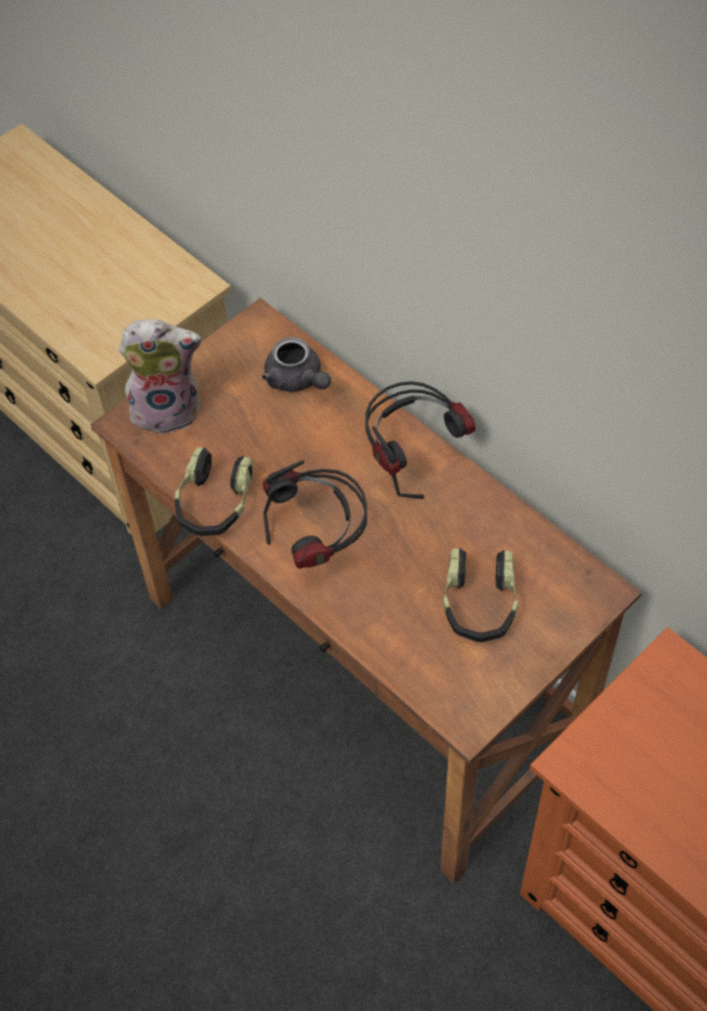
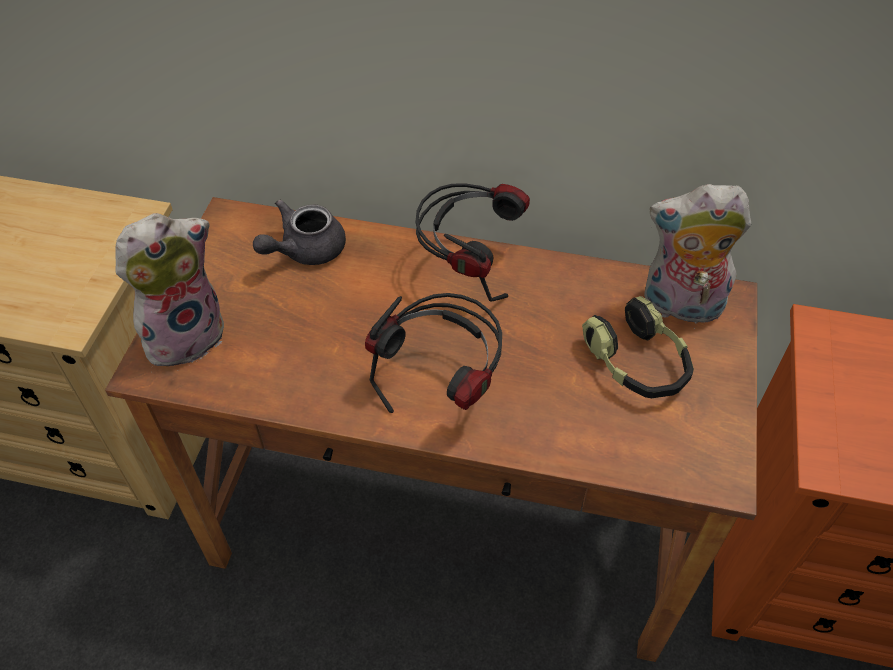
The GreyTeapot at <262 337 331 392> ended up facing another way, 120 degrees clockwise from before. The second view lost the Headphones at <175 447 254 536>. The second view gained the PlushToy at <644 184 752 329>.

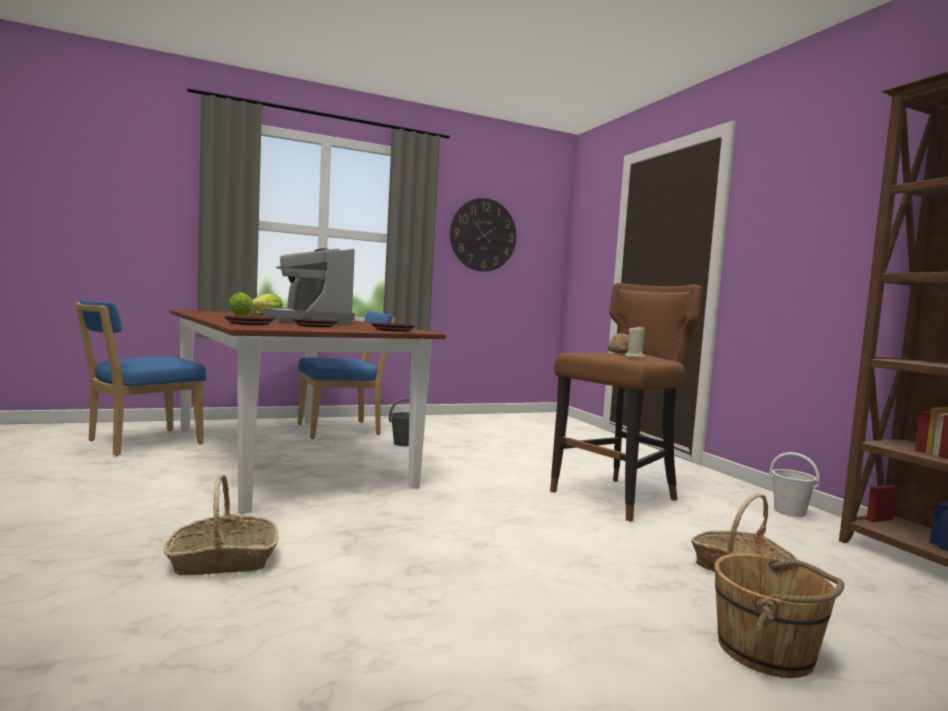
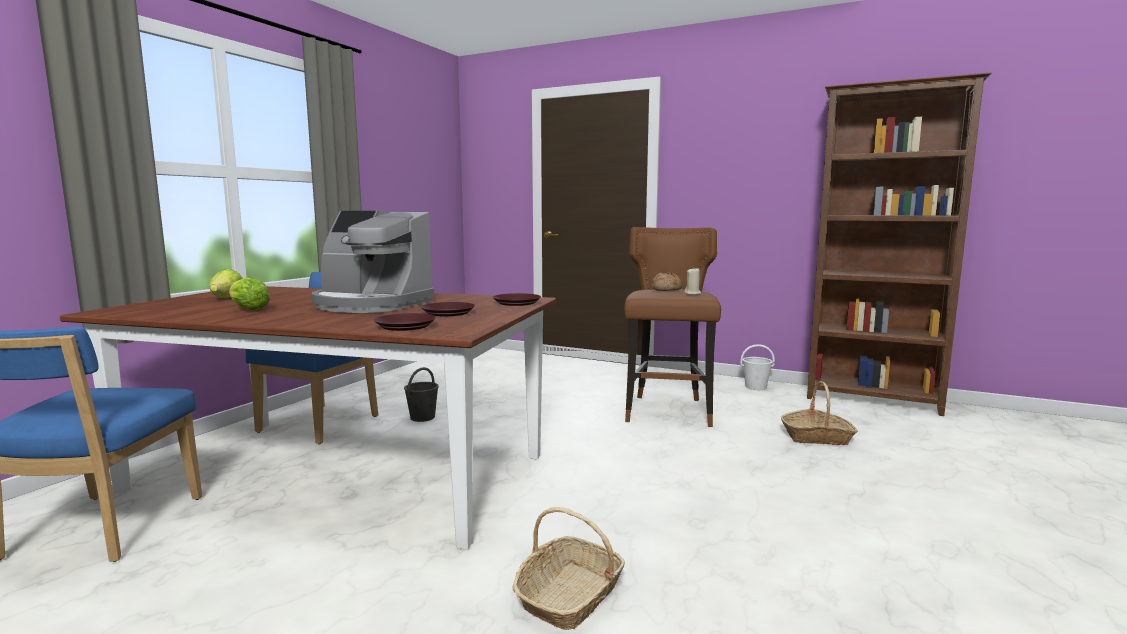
The second view lost the WallClock at <450 198 516 272>. The second view lost the BrownBucket at <714 554 844 678>.

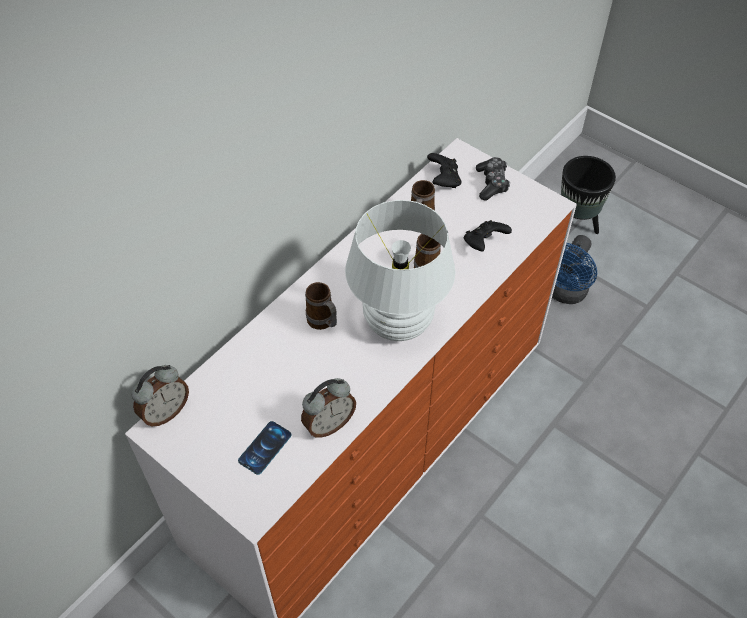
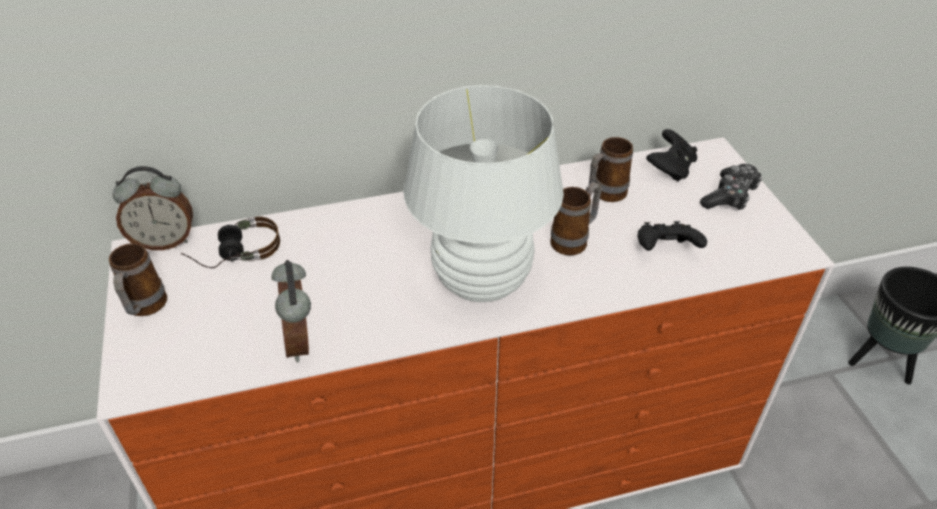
The second view lost the BlueFan at <552 235 597 304>. The Mug ended up elsewhere, having gone from <305 282 337 330> to <109 243 167 316>. The AlarmClock at <301 378 356 438> ended up facing another way, 75 degrees clockwise from before. The second view lost the Phone at <238 421 292 475>. The second view gained the Headphones at <181 217 280 268>.

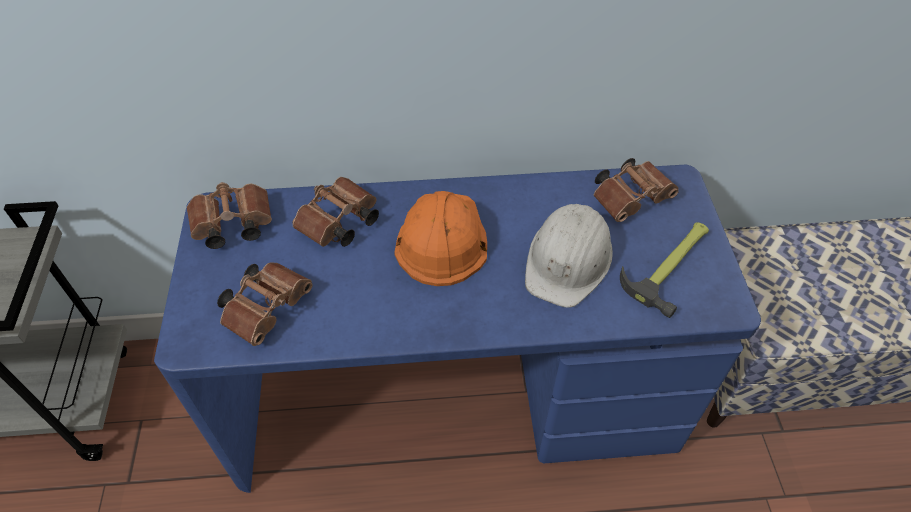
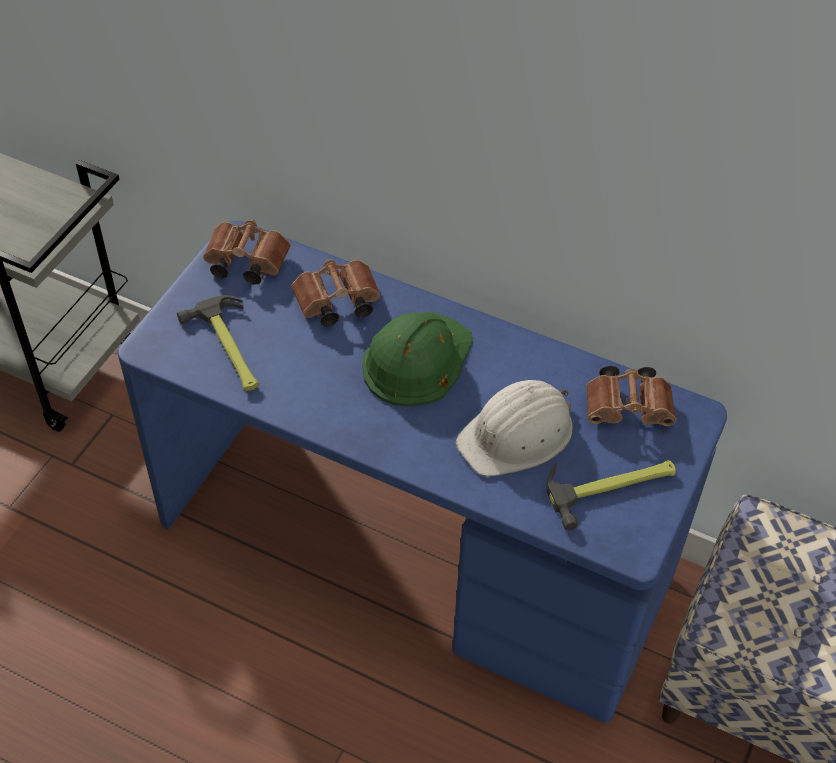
What was the OrangeHardHat at <394 191 487 286> turned into the GreenHardHat at <362 312 473 407>. Where the BrownBinoculars stood at <217 263 313 346>, the Hammer came to stand at <177 295 259 391>.

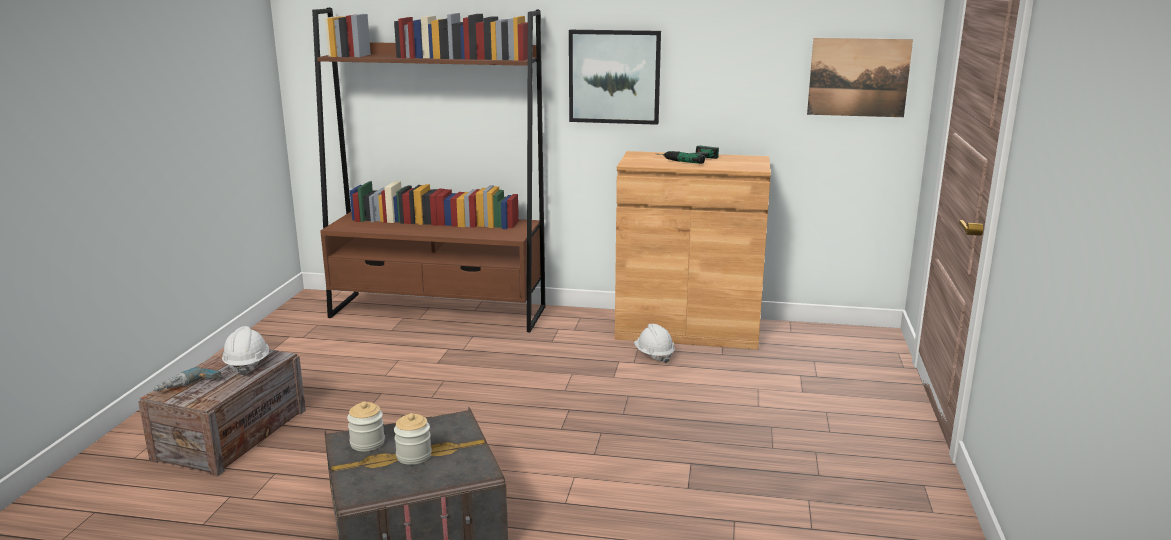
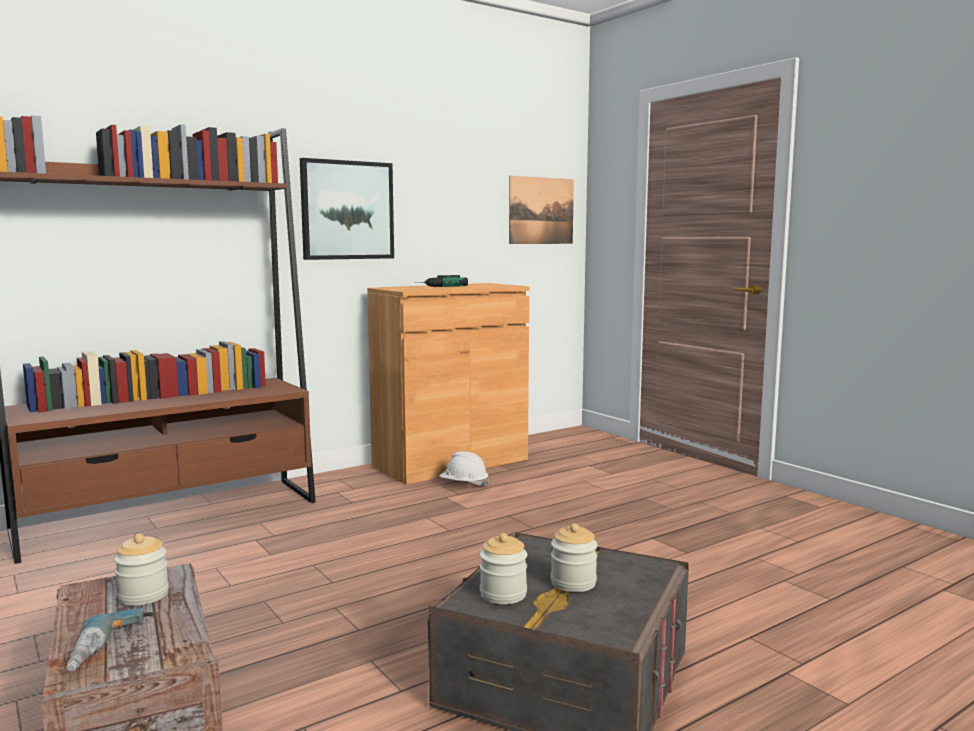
Where the WhiteHardHat stood at <222 326 269 376>, the Jar came to stand at <114 534 169 606>.

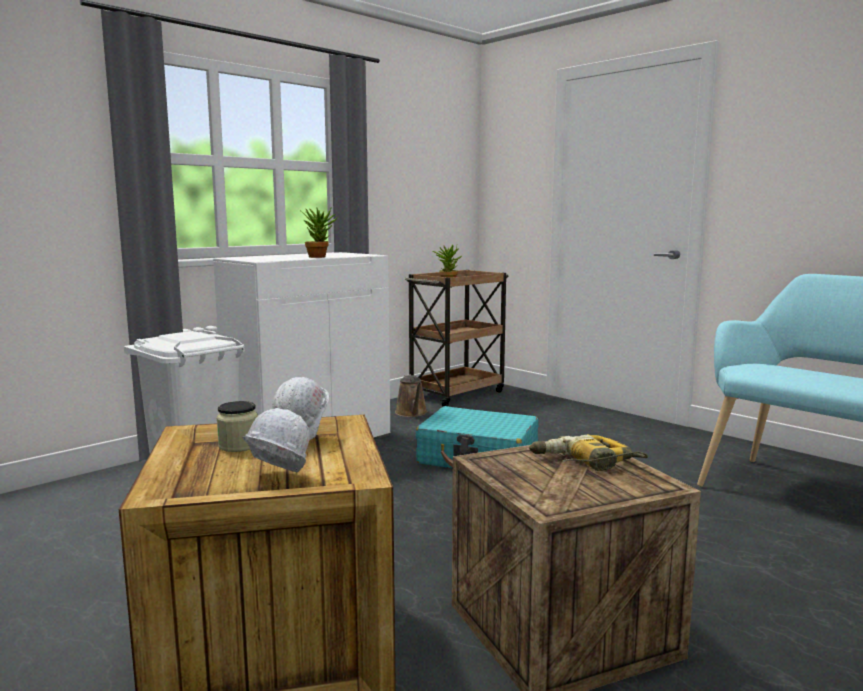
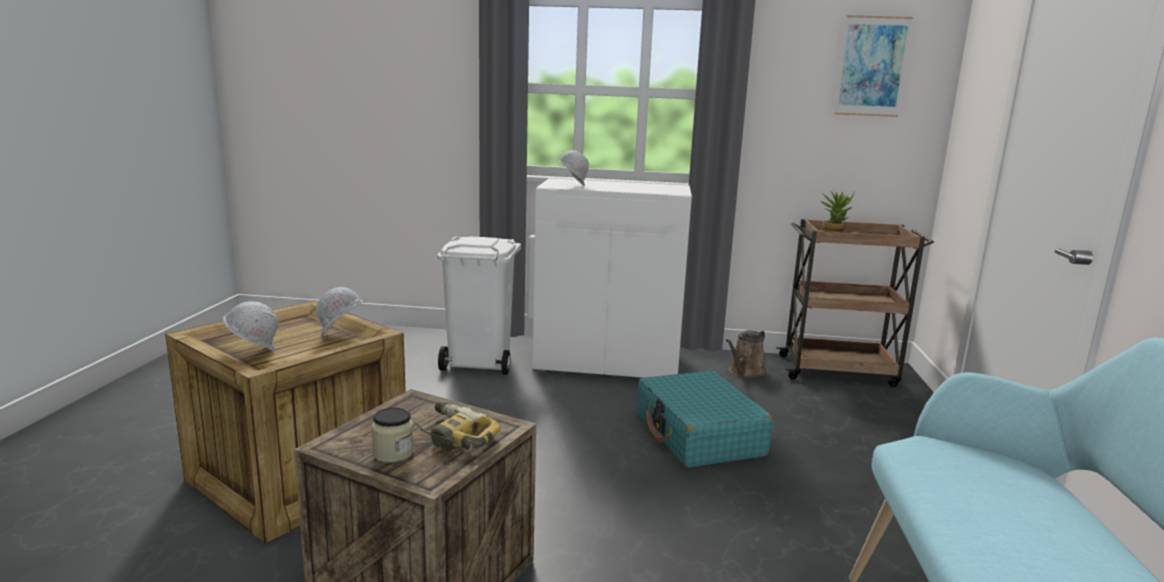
The second view lost the PottedPlant at <299 208 338 258>. The Jar ended up elsewhere, having gone from <217 401 258 452> to <372 408 414 463>. The second view gained the Picture at <834 15 913 117>. The second view gained the WhiteHardHat at <557 150 589 187>.

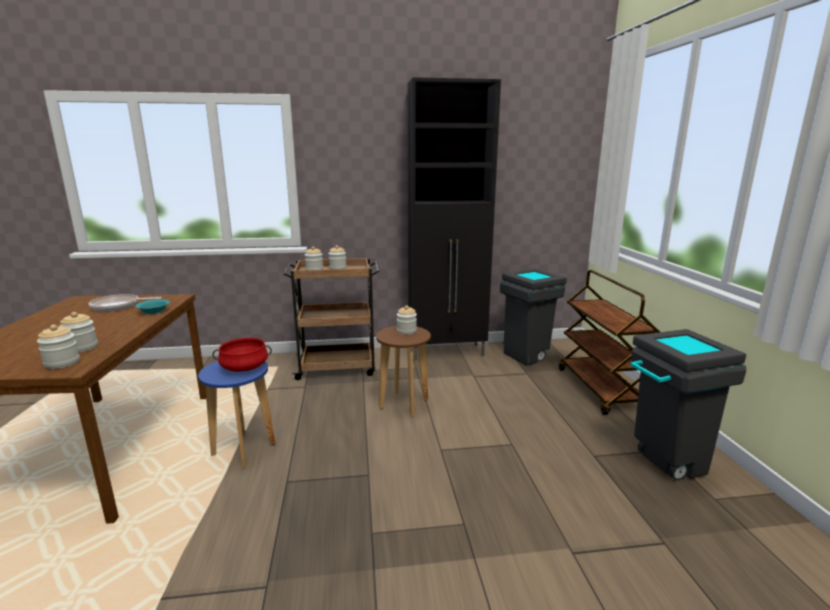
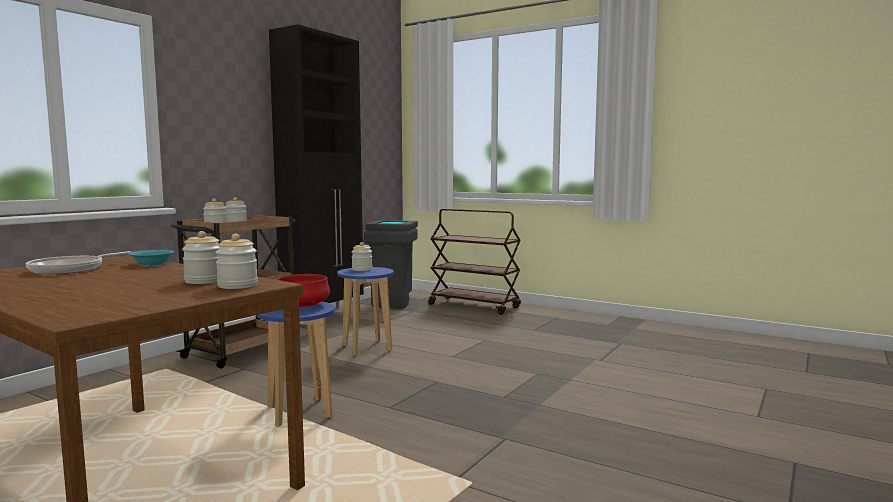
What was the BrownStool at <376 326 431 416> turned into the BlueStool at <337 267 394 356>. The second view lost the GreyTrashCan at <630 329 746 480>.

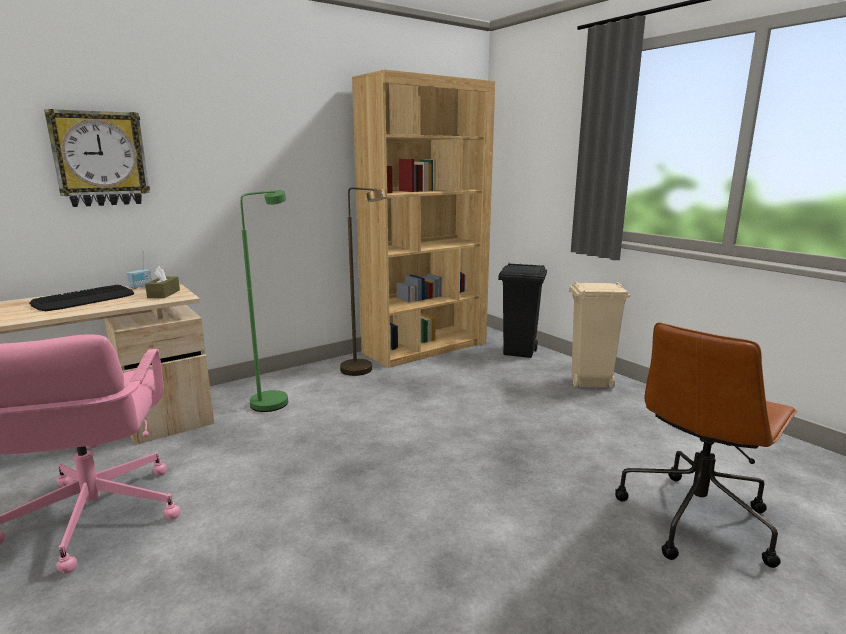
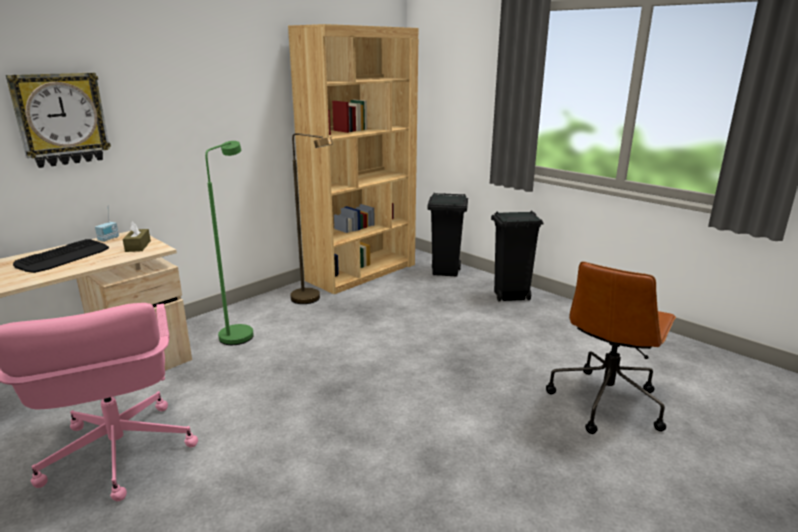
What was the BeigeTrashCan at <569 282 630 388> turned into the BlackTrashCan at <491 211 544 302>.

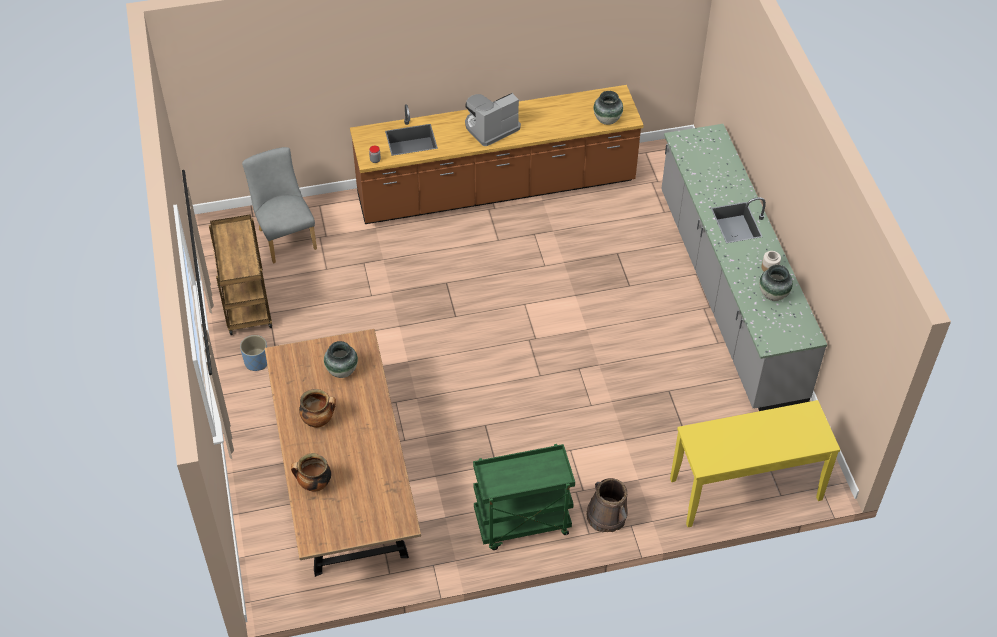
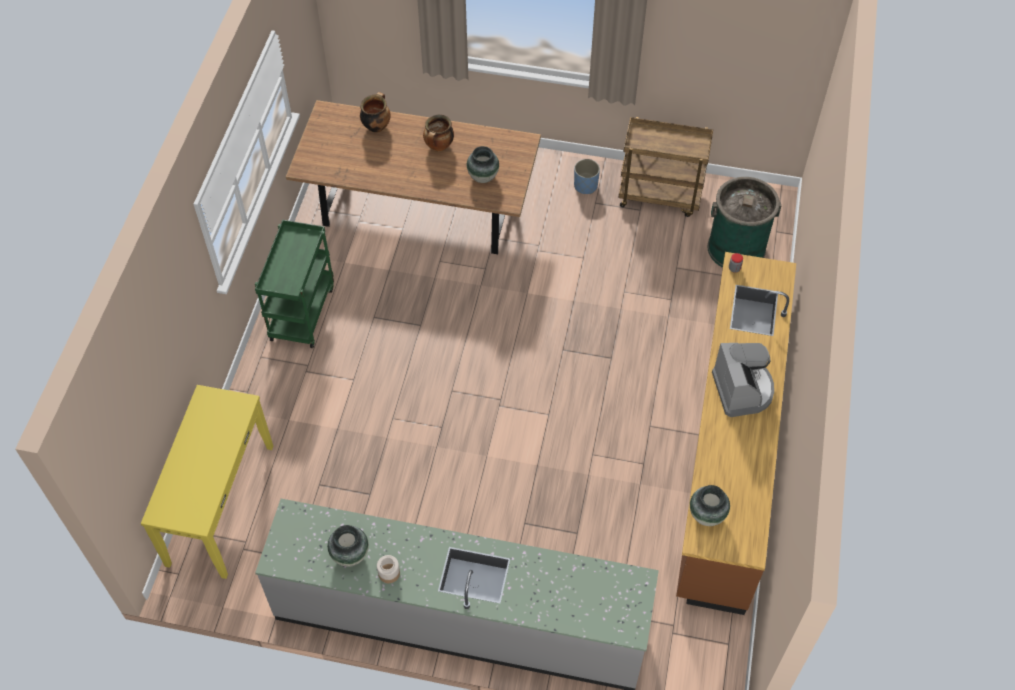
Where the GreyChair stood at <242 147 317 264>, the GreenTrashCan came to stand at <707 177 781 268>. The second view lost the BrownBucket at <587 478 628 532>.

